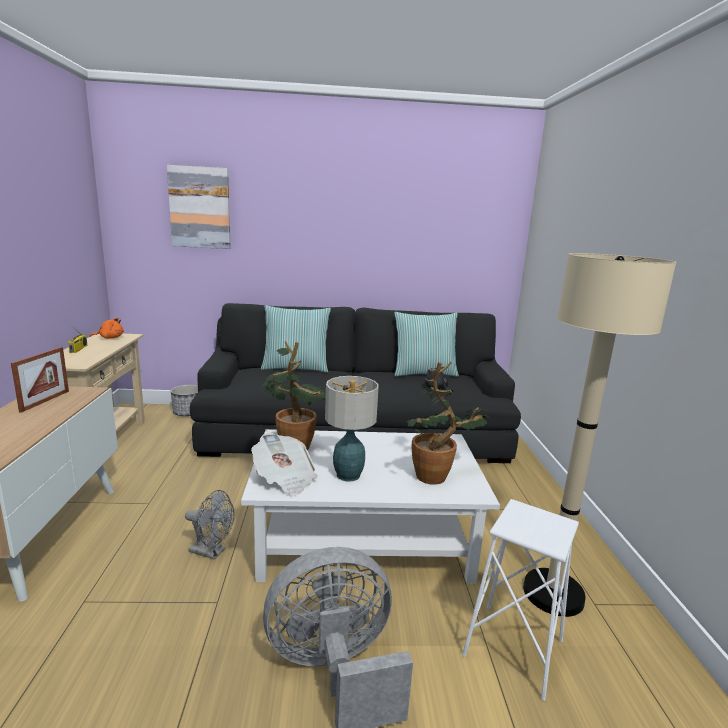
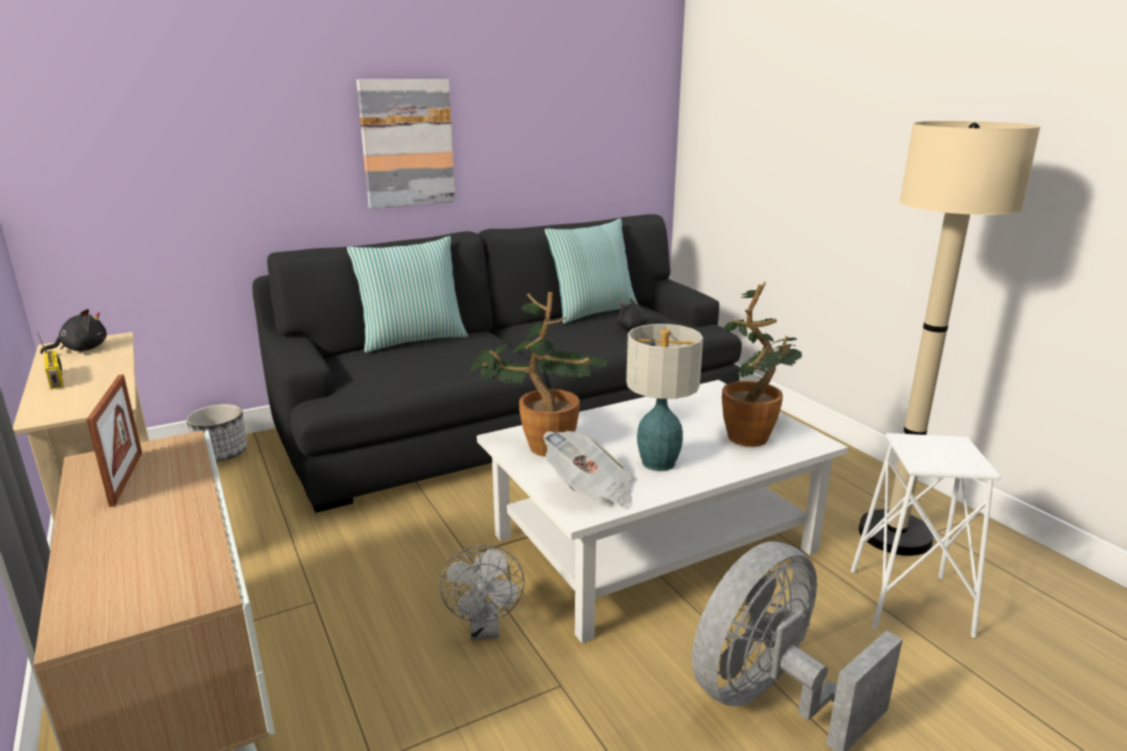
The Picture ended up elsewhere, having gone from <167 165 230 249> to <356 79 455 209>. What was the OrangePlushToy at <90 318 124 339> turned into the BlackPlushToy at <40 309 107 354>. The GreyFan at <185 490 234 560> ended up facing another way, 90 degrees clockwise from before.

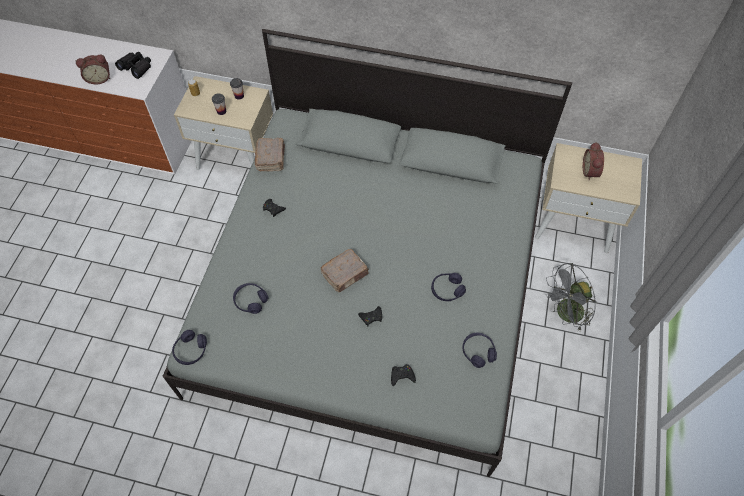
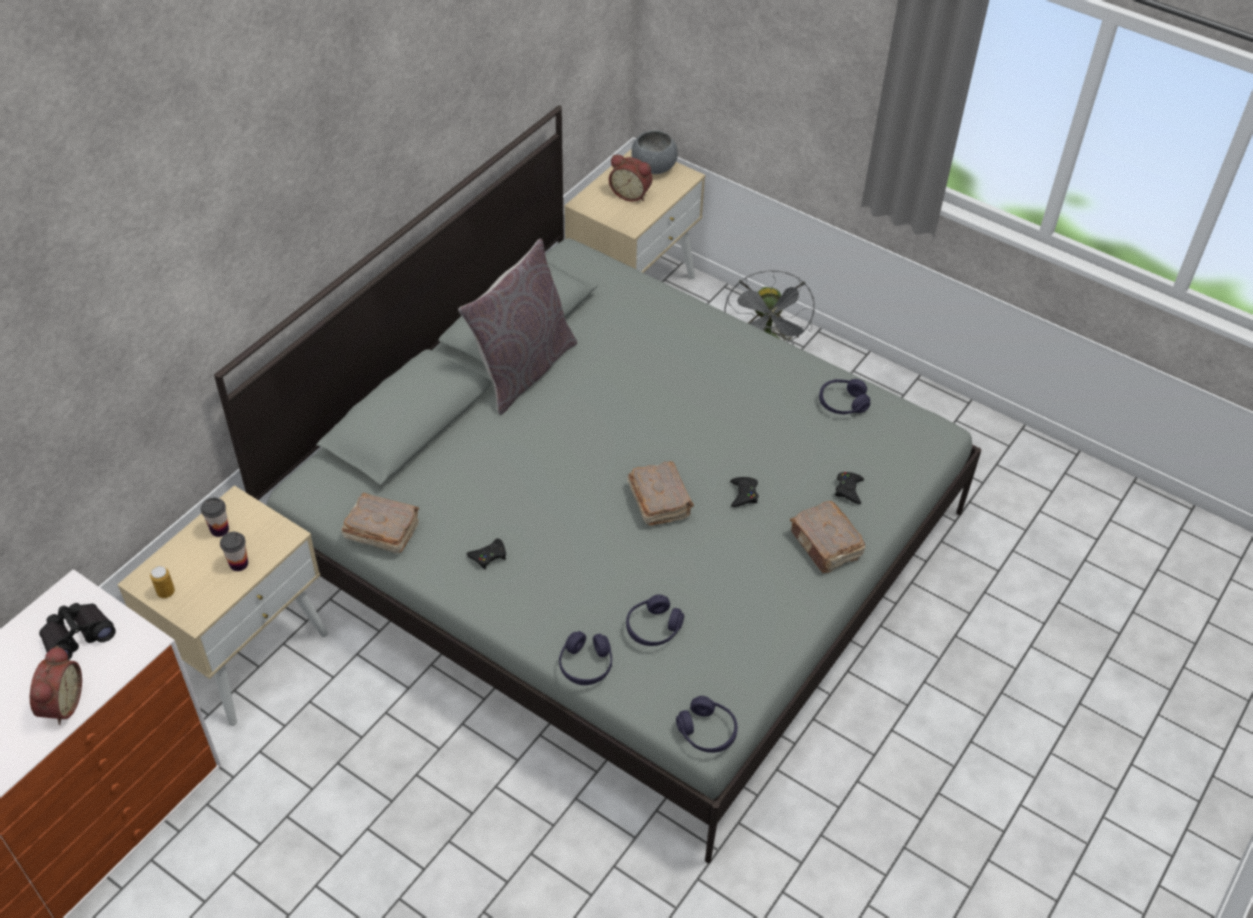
The PurpleHeadphones ended up elsewhere, having gone from <431 273 466 301> to <559 631 612 685>. The second view gained the GreyBowl at <631 130 678 174>. The second view gained the GreyPillow at <458 239 577 415>. The second view gained the BrownBook at <790 501 866 573>.

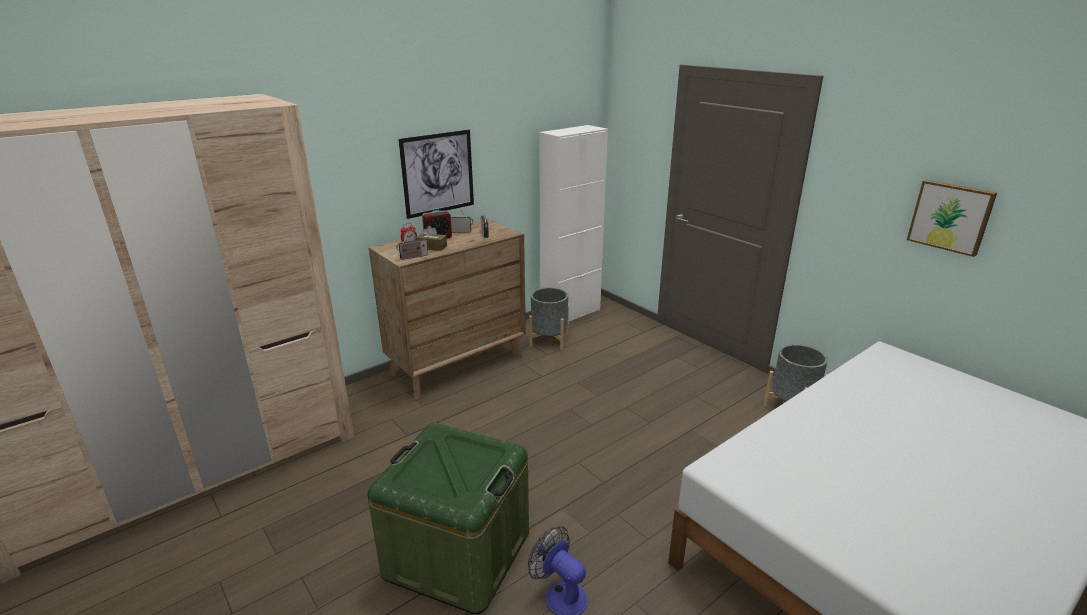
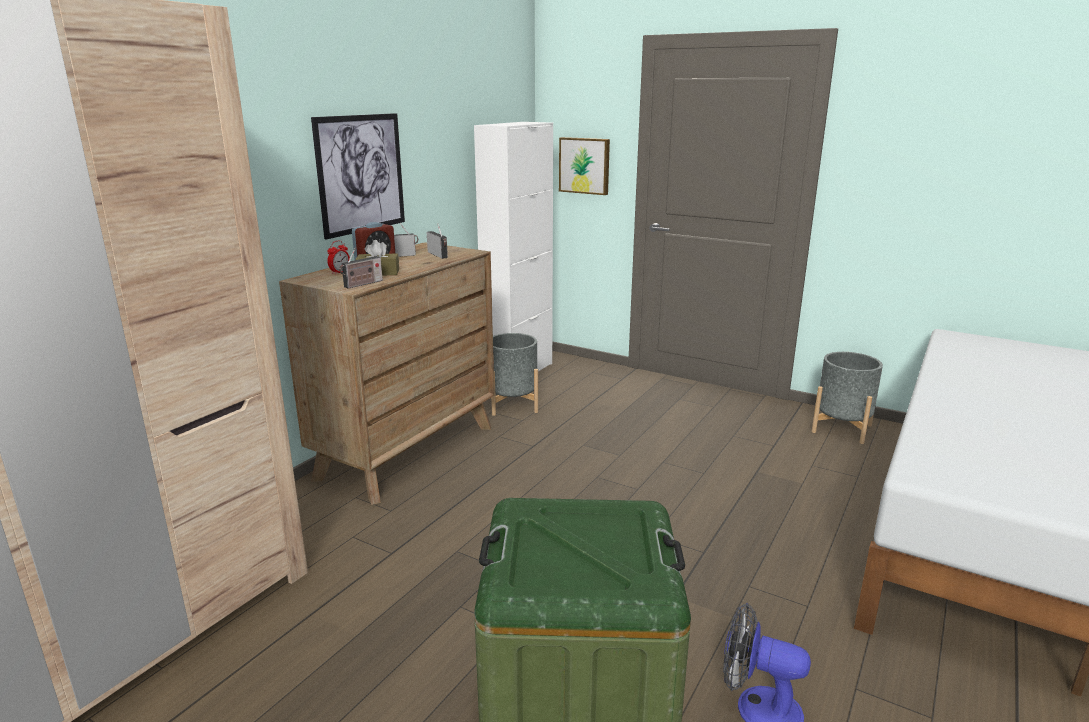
The Picture ended up elsewhere, having gone from <907 180 997 257> to <559 137 610 195>.

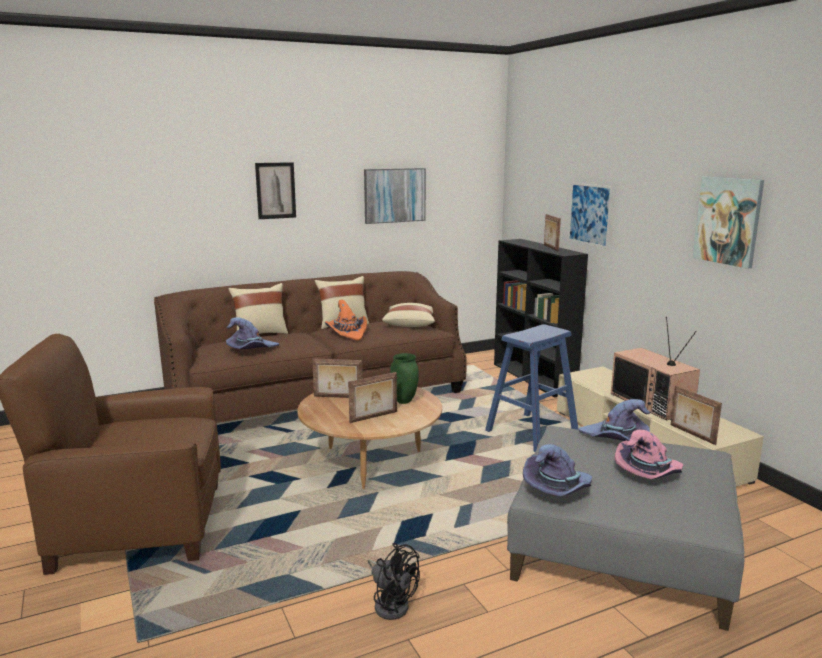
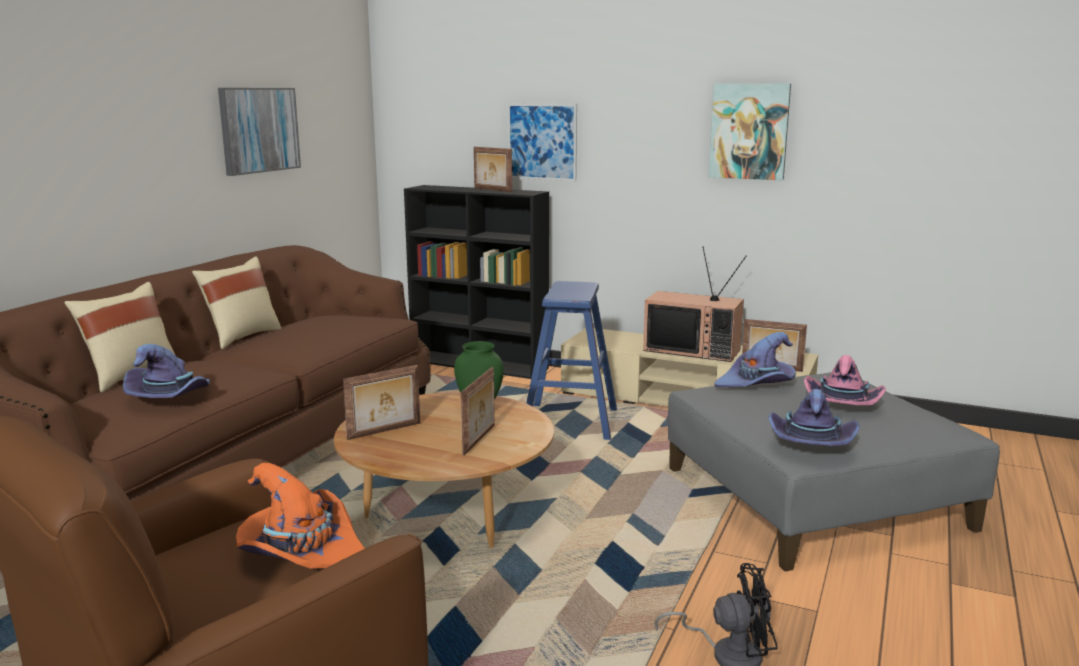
The second view lost the Picture at <255 162 296 219>. The OrangeHat ended up elsewhere, having gone from <325 300 367 341> to <236 463 365 569>. The second view lost the BeigePillow at <382 303 435 327>.

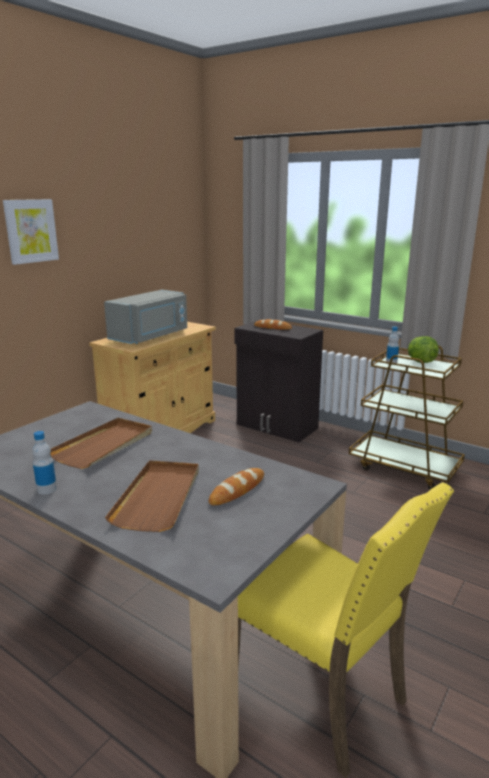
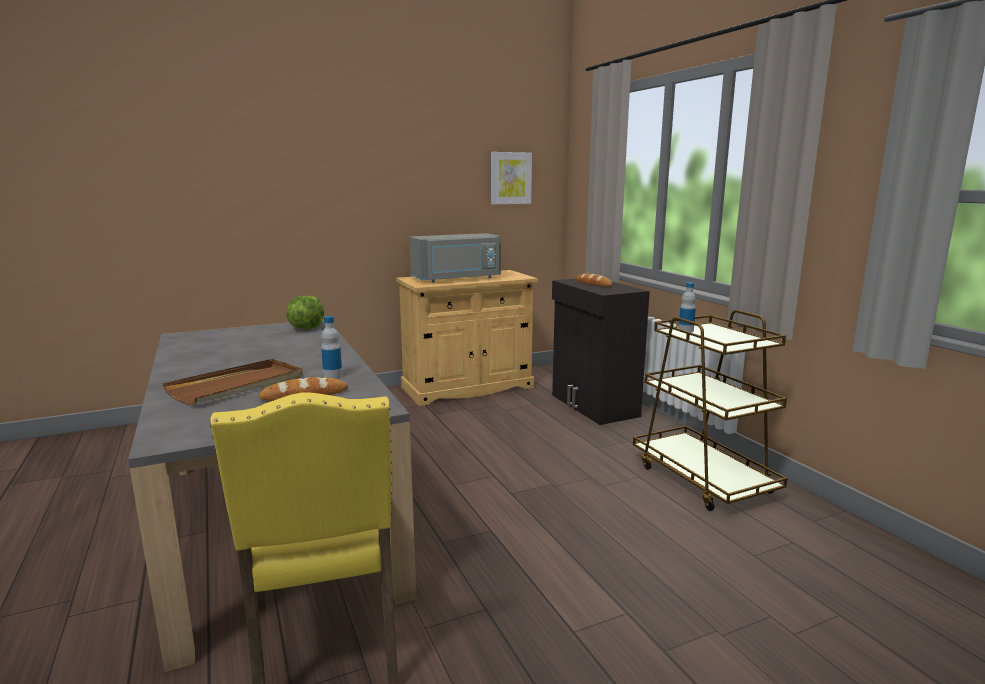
The Picture ended up elsewhere, having gone from <3 199 59 265> to <491 152 532 205>. The Lettuce ended up elsewhere, having gone from <408 336 439 363> to <286 295 324 329>. The second view lost the BrownTray at <50 418 152 469>. The Bottle ended up elsewhere, having gone from <32 431 57 494> to <321 316 342 379>.

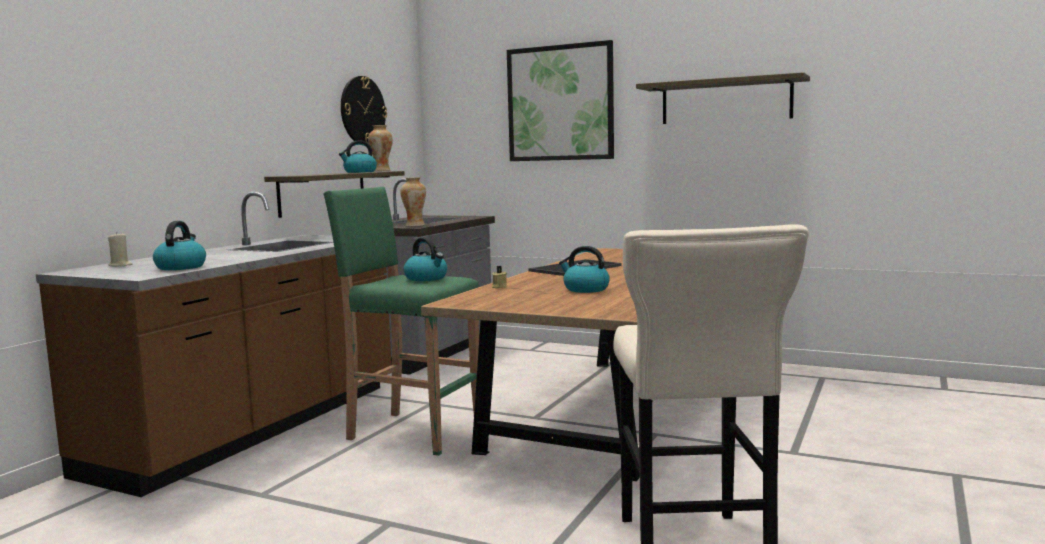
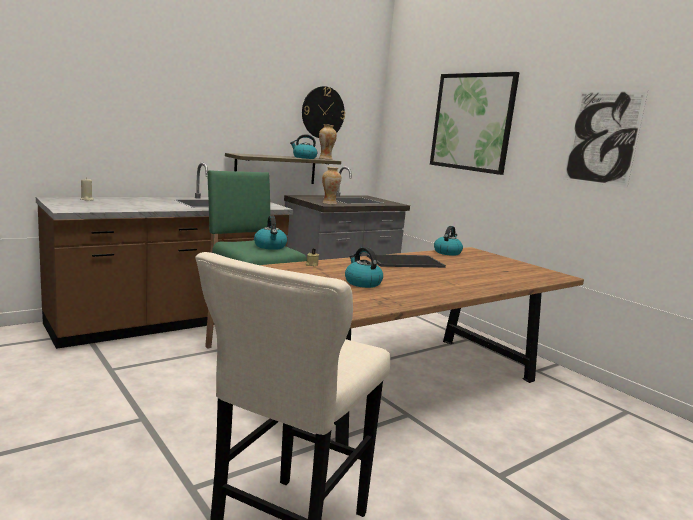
Where the Shelf hung at <636 72 810 124>, the Picture came to hang at <563 90 648 188>. The Kettle ended up elsewhere, having gone from <153 221 206 270> to <434 226 463 256>.

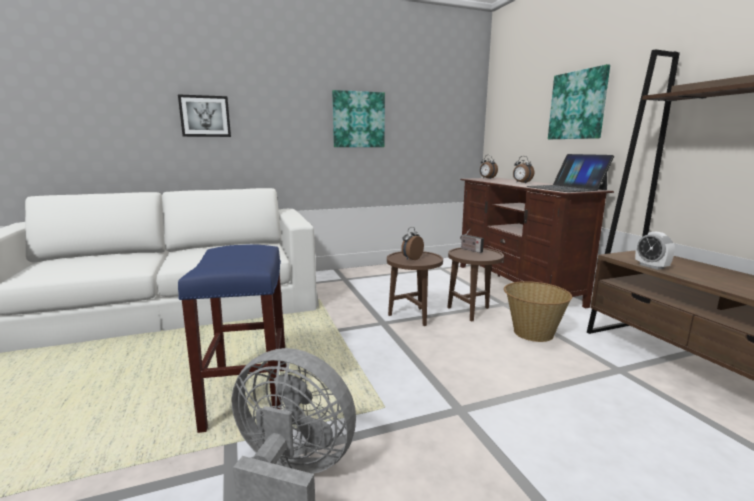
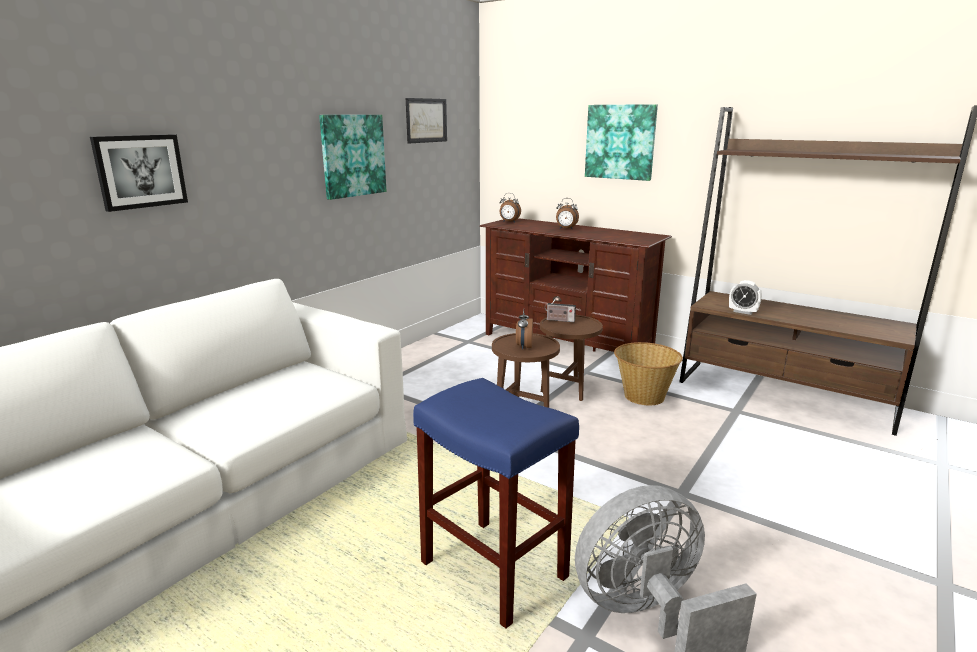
The second view lost the Laptop at <526 154 614 192>. The second view gained the Picture at <406 98 447 144>.

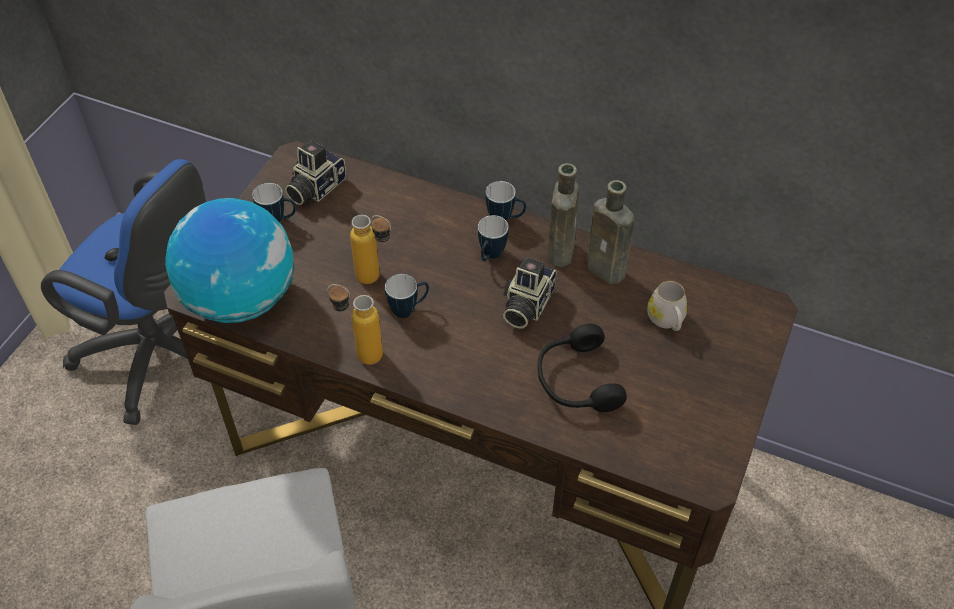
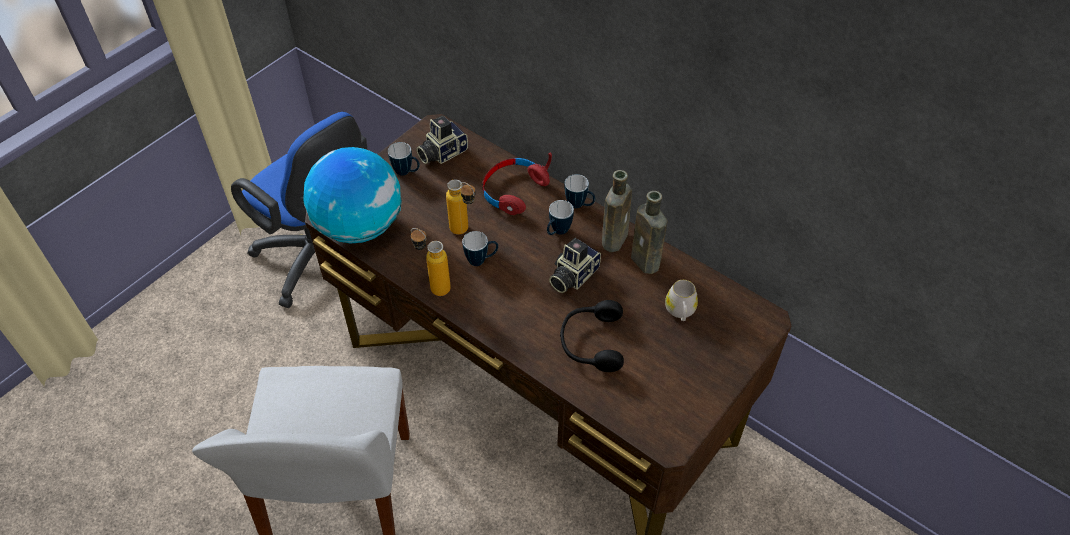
The second view gained the RedHeadphones at <483 153 552 215>.

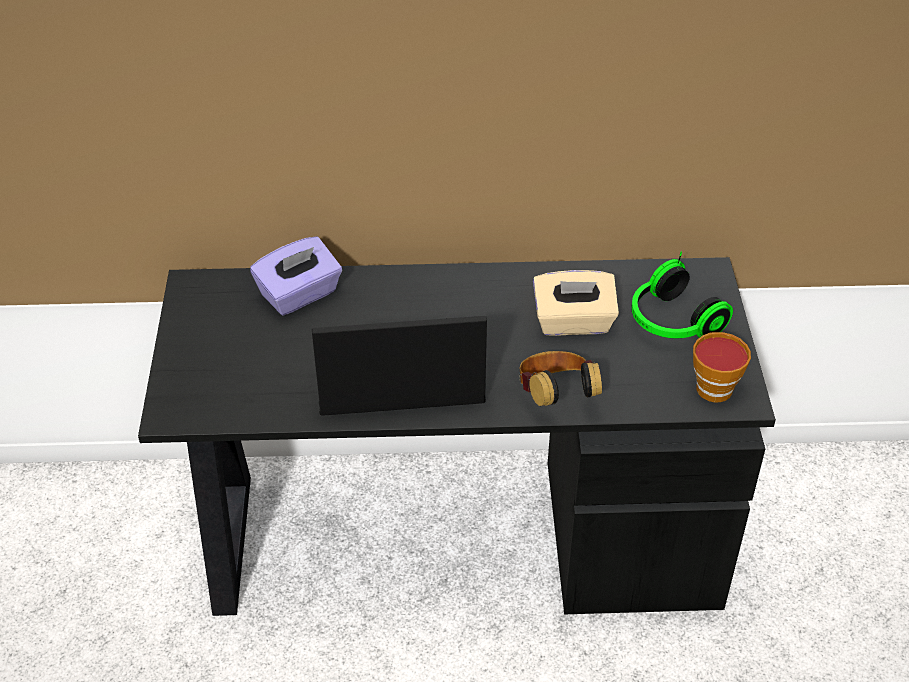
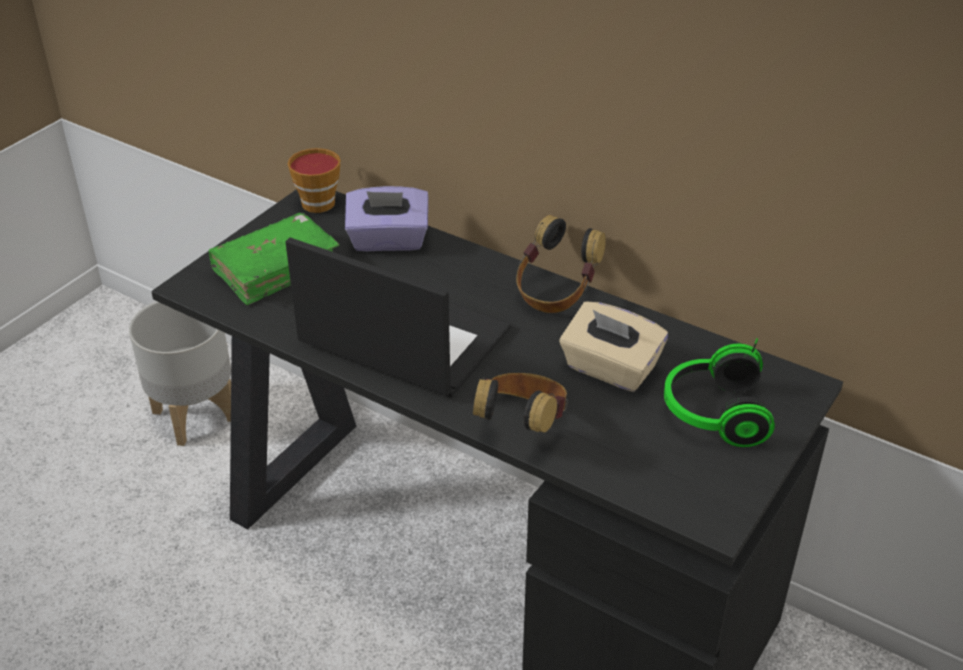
The Cup ended up elsewhere, having gone from <693 332 751 402> to <288 148 341 213>. The second view gained the GreenBook at <209 213 339 305>. The second view gained the Headphones at <516 215 606 313>. The second view gained the GreyPlanter at <129 301 231 446>.

